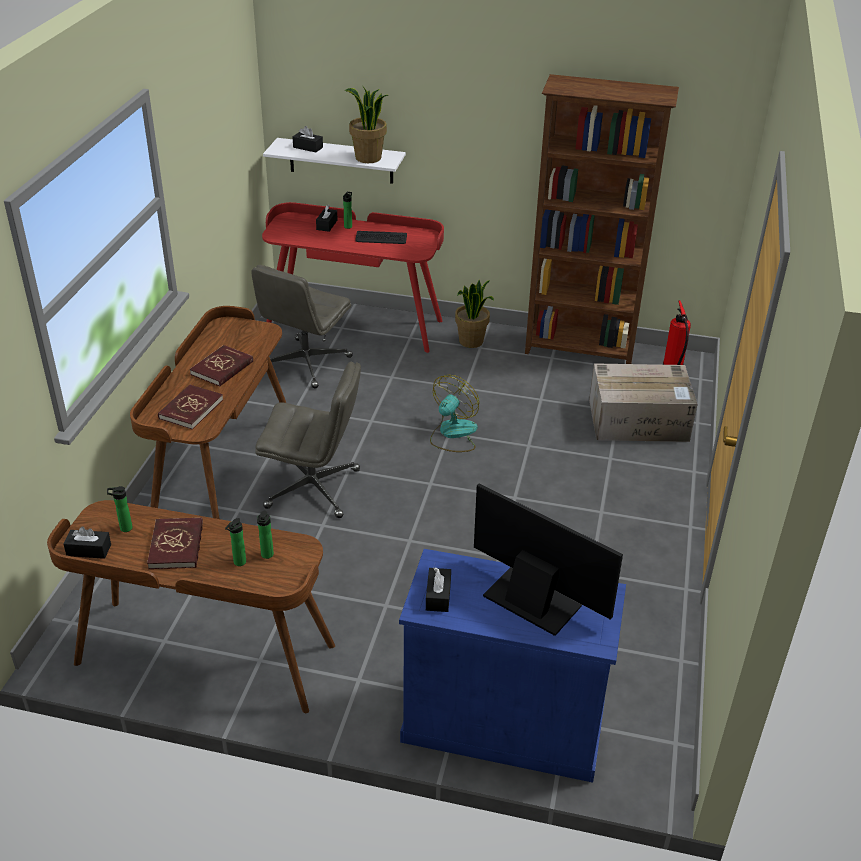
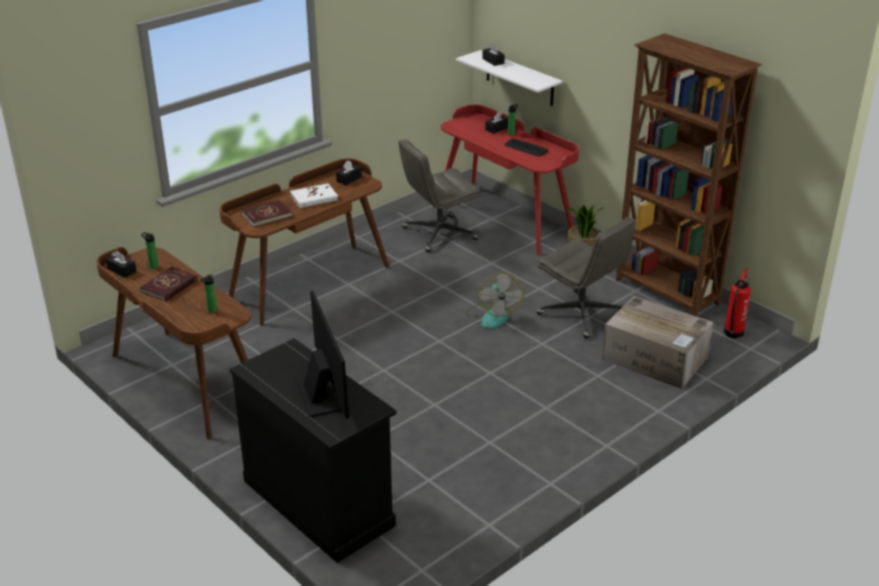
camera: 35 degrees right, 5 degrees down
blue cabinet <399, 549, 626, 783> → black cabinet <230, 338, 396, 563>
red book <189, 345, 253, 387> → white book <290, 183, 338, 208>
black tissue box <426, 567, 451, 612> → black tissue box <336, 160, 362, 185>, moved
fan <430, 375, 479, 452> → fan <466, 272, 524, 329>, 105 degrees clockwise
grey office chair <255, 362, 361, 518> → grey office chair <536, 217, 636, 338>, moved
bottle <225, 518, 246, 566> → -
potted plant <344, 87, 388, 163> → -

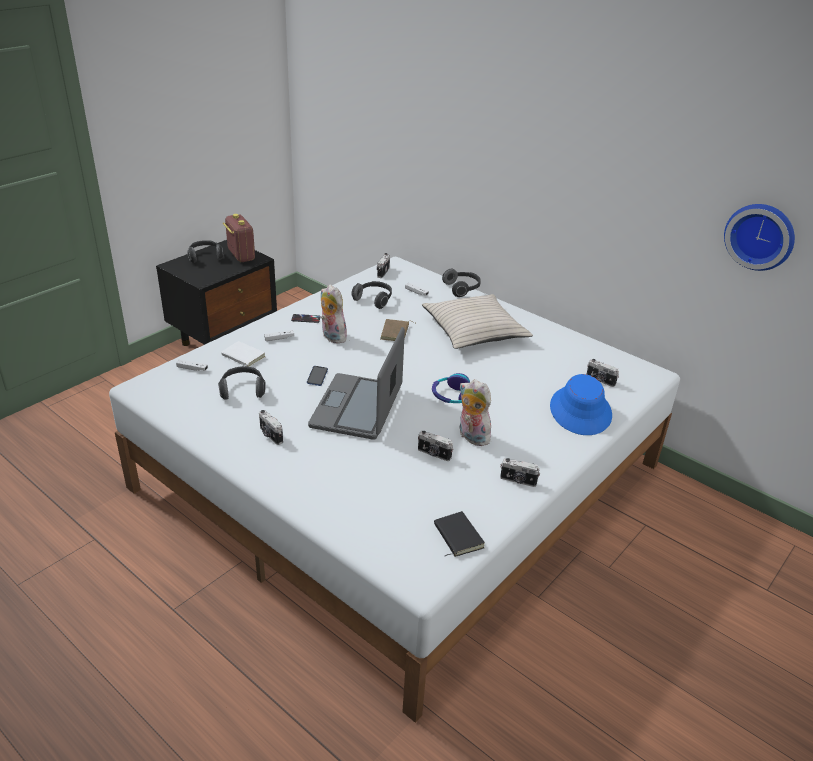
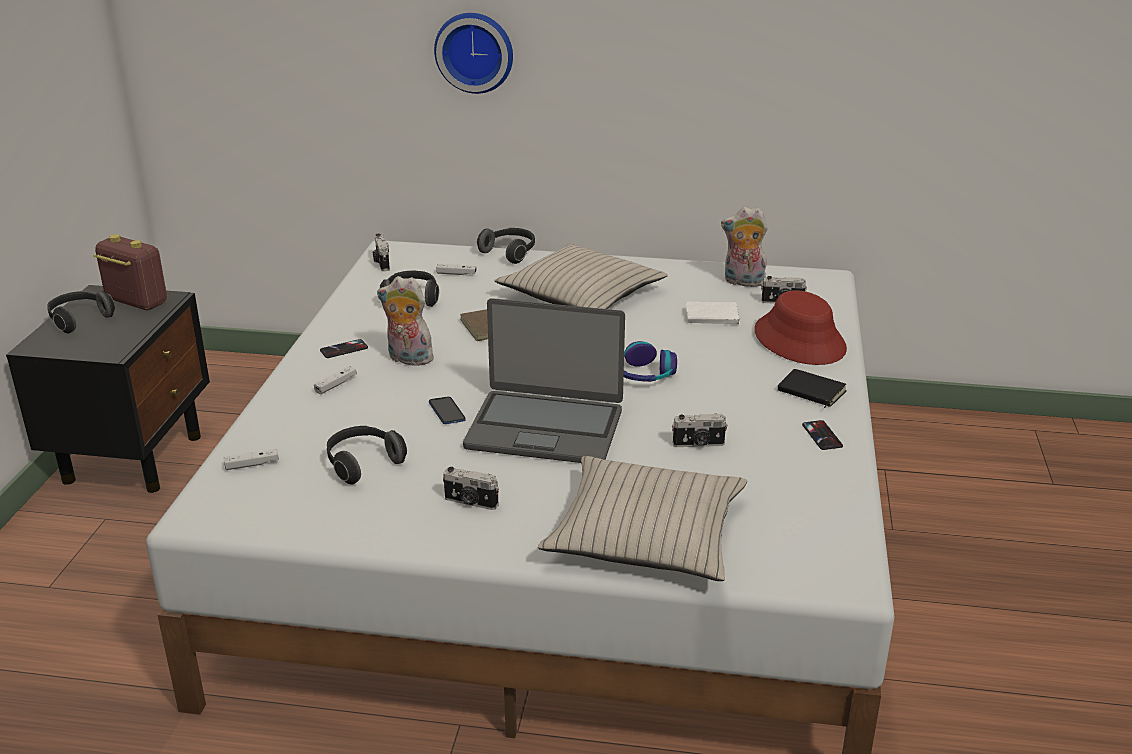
camera: 30 degrees left, 5 degrees down
wall clock <724, 204, 795, 271> → wall clock <434, 13, 513, 94>, moved
laptop <308, 327, 405, 440> → laptop <463, 298, 625, 463>, 60 degrees counterclockwise
- → beige pillow <538, 456, 747, 581>
white book <221, 341, 265, 367> → white book <686, 302, 742, 325>, moved
plush toy <459, 379, 494, 446> → plush toy <721, 207, 768, 287>, moved
blue hat <550, 374, 612, 435> → red hat <754, 290, 847, 365>
black book <434, 511, 485, 557> → black book <778, 369, 847, 408>, moved
photo camera <500, 458, 540, 487> → phone <802, 420, 843, 450>

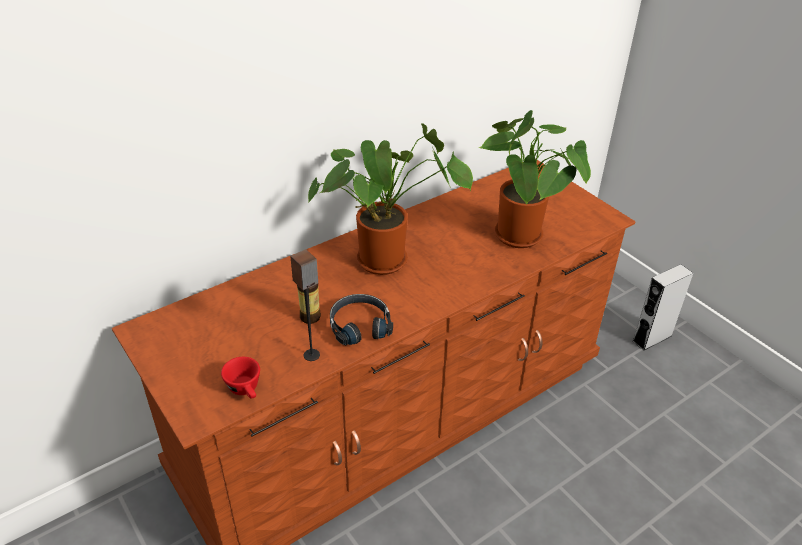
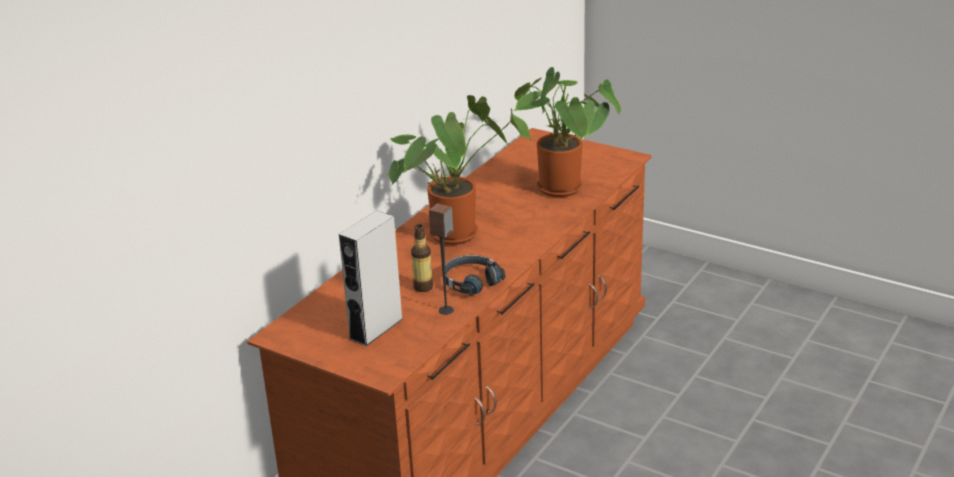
camera: 20 degrees left, 10 degrees down
grey speaker <633, 264, 693, 351> → grey speaker <339, 210, 403, 346>, moved
red cup <221, 357, 260, 399> → -

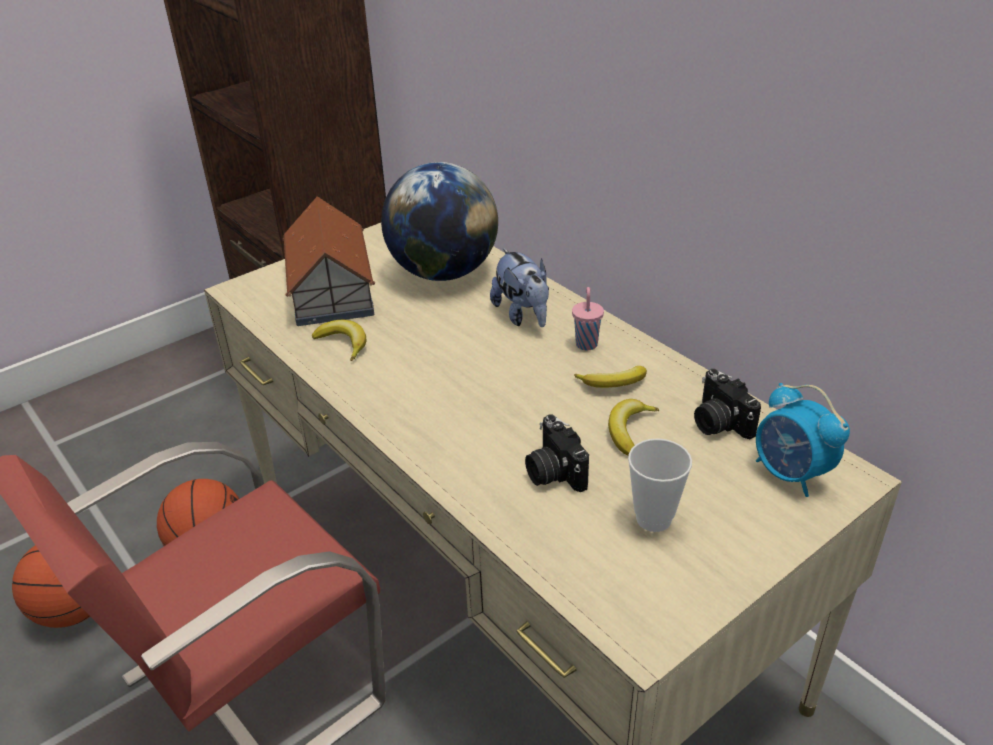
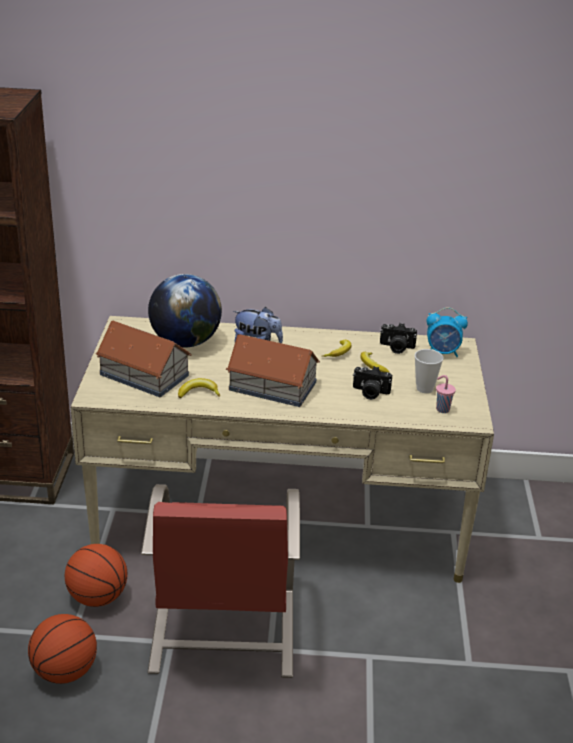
camera: 50 degrees left, 5 degrees down
- → toy house <226, 334, 320, 407>
pink cup <572, 287, 604, 351> → pink cup <436, 375, 456, 413>, moved

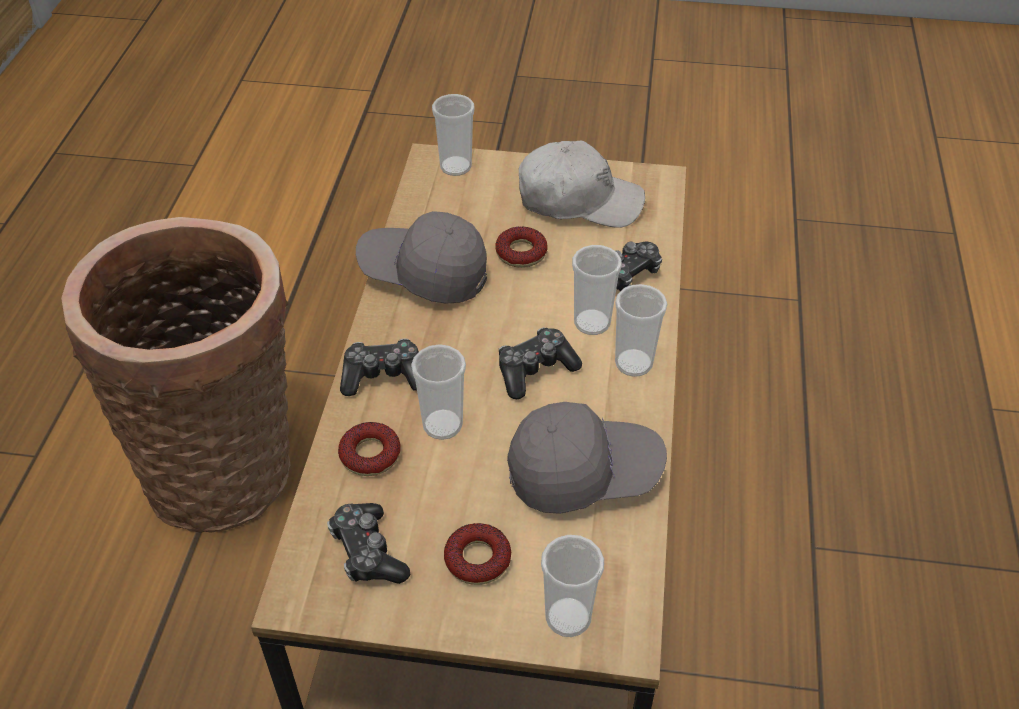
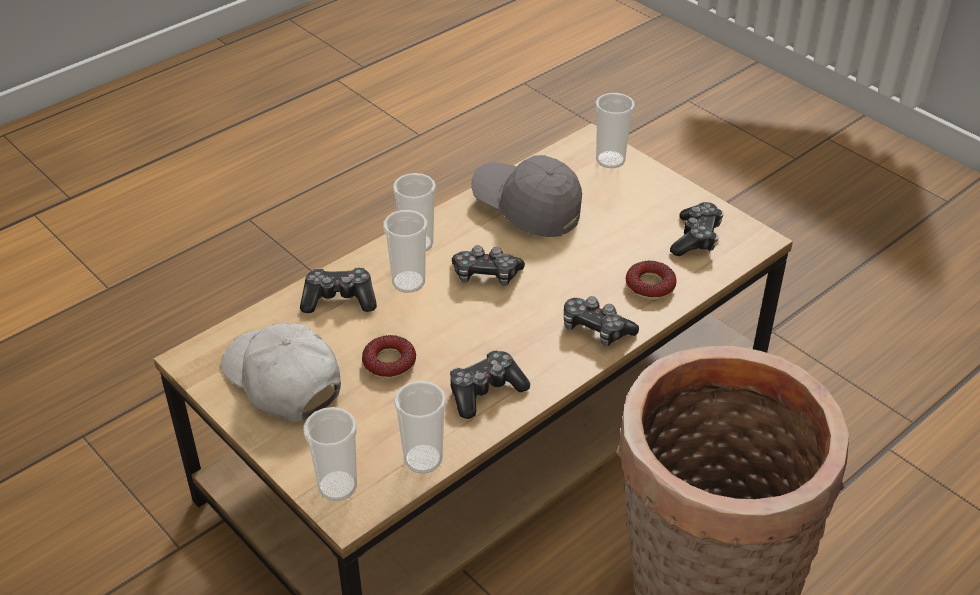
camera: 140 degrees left, 5 degrees down
cup <411, 344, 466, 440> → cup <394, 381, 446, 473>, moved
grey cap <356, 211, 487, 304> → game controller <450, 350, 530, 419>
donut <444, 523, 511, 585> → -

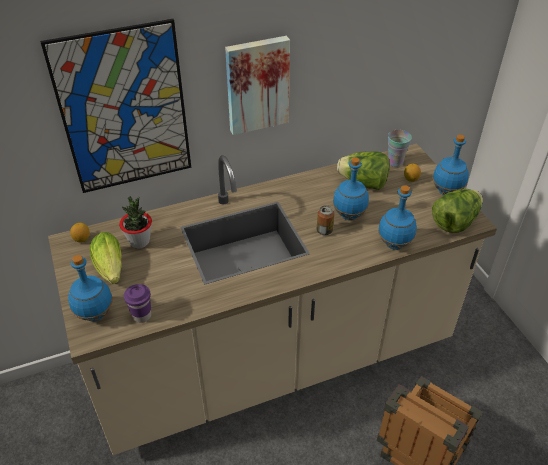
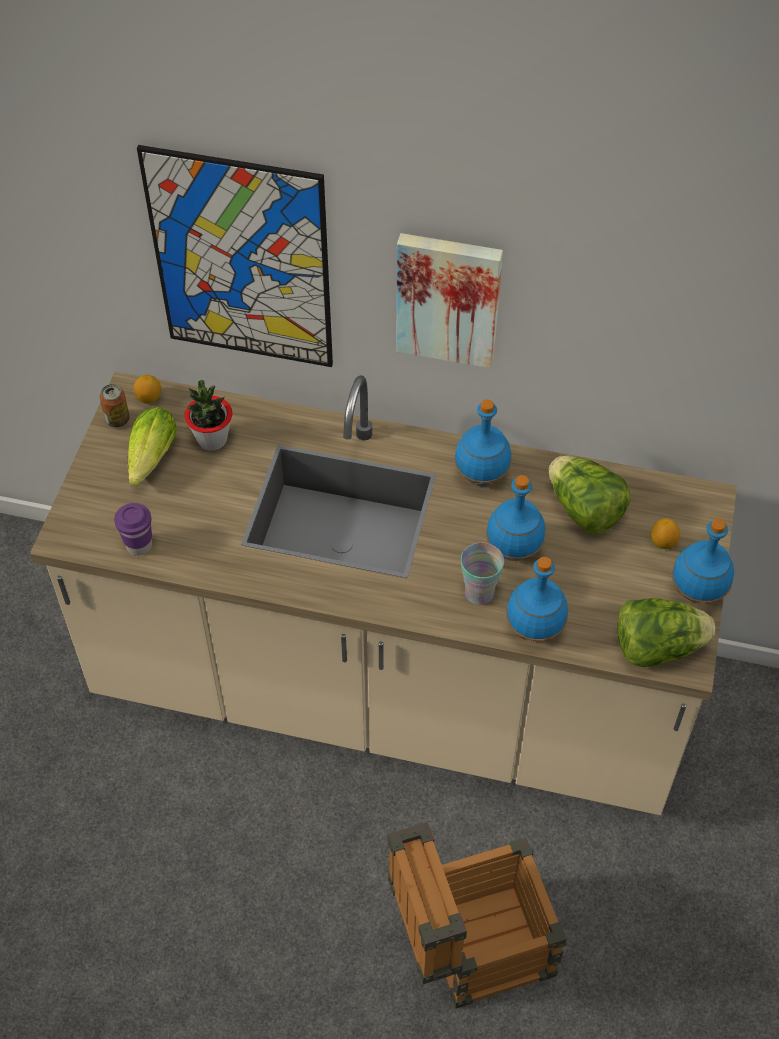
camera: 35 degrees right, 10 degrees up
can <317, 205, 335, 235> → can <100, 384, 130, 428>, moved
blue bottle <68, 255, 113, 321> → blue bottle <454, 399, 511, 486>, moved
cup <388, 130, 412, 167> → cup <461, 543, 504, 605>, moved

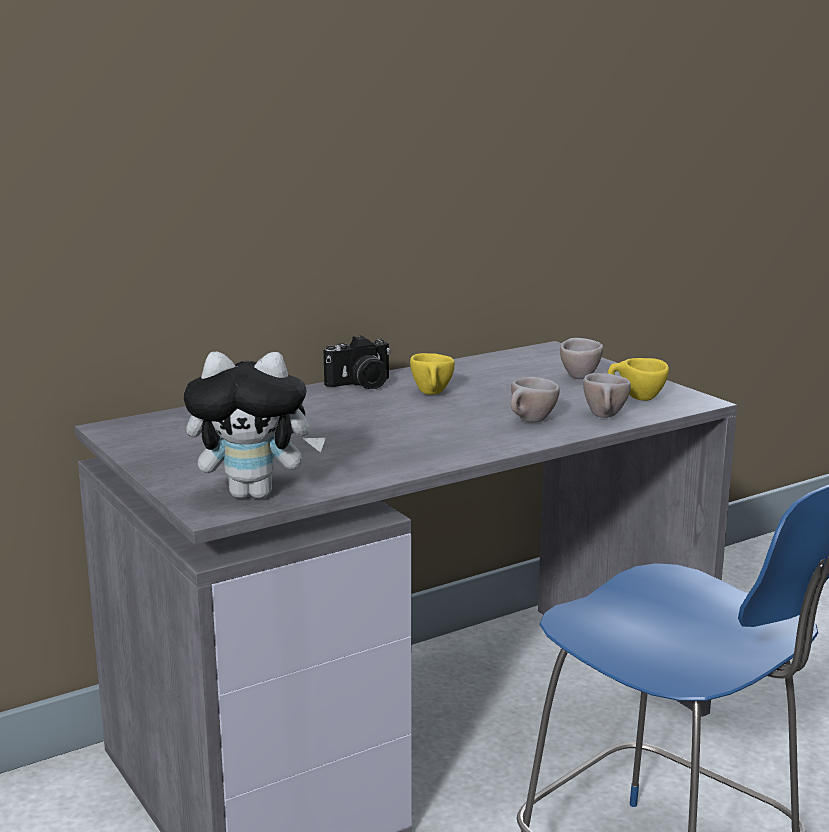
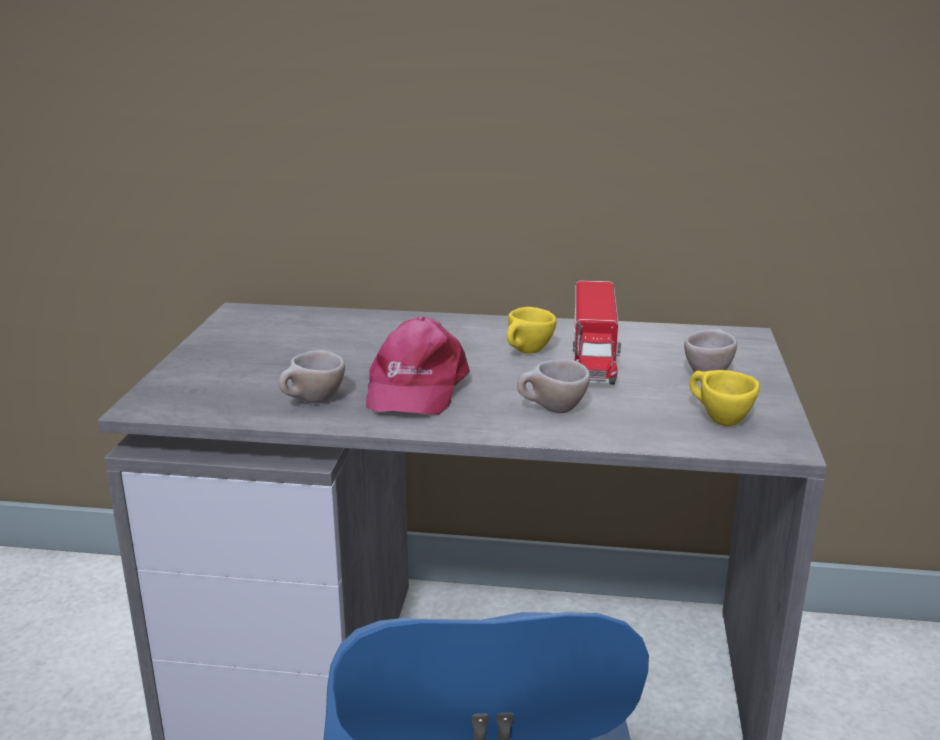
camera: 40 degrees right, 5 degrees up
beige cup <583, 373, 631, 418> → beige cup <279, 350, 345, 403>, moved
- → pink cap <366, 316, 470, 415>
- → toy truck <573, 280, 621, 385>
plush toy <184, 352, 326, 499> → -
photo camera <324, 335, 391, 389> → -

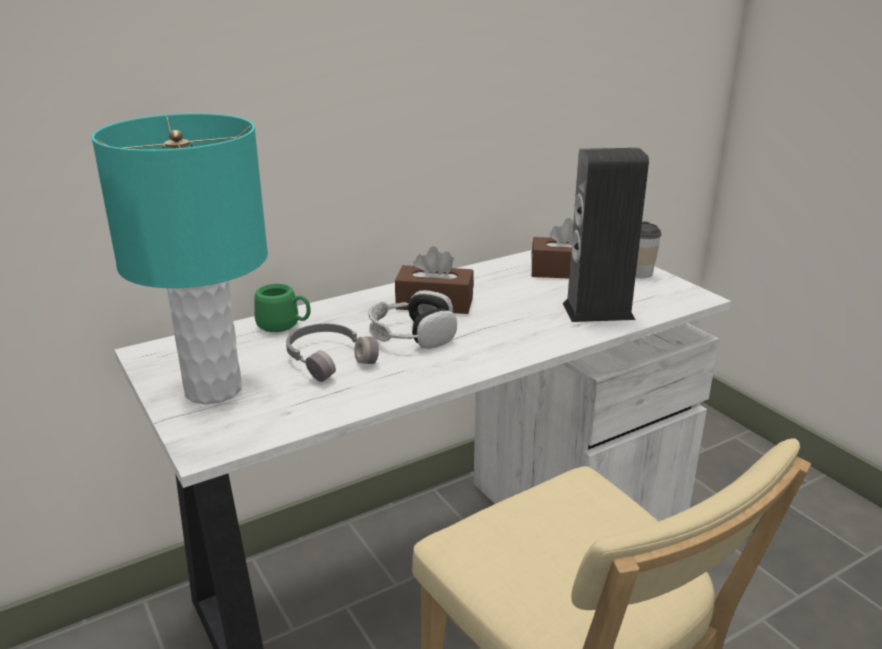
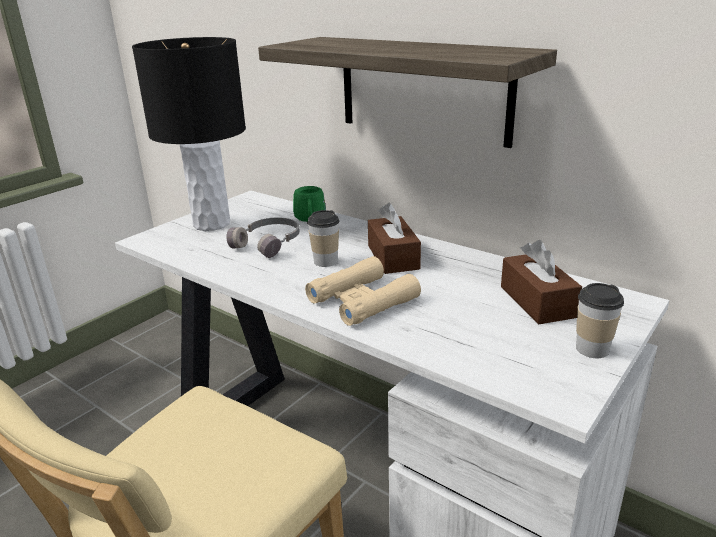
camera: 70 degrees right, 0 degrees up
turquoise table lamp <91, 113, 268, 405> → black table lamp <132, 37, 246, 231>
- → shelf <258, 37, 557, 148>
- → beige binoculars <305, 256, 421, 326>
headphones <368, 290, 457, 349> → cup <307, 210, 339, 267>
speaker <563, 148, 649, 322> → -

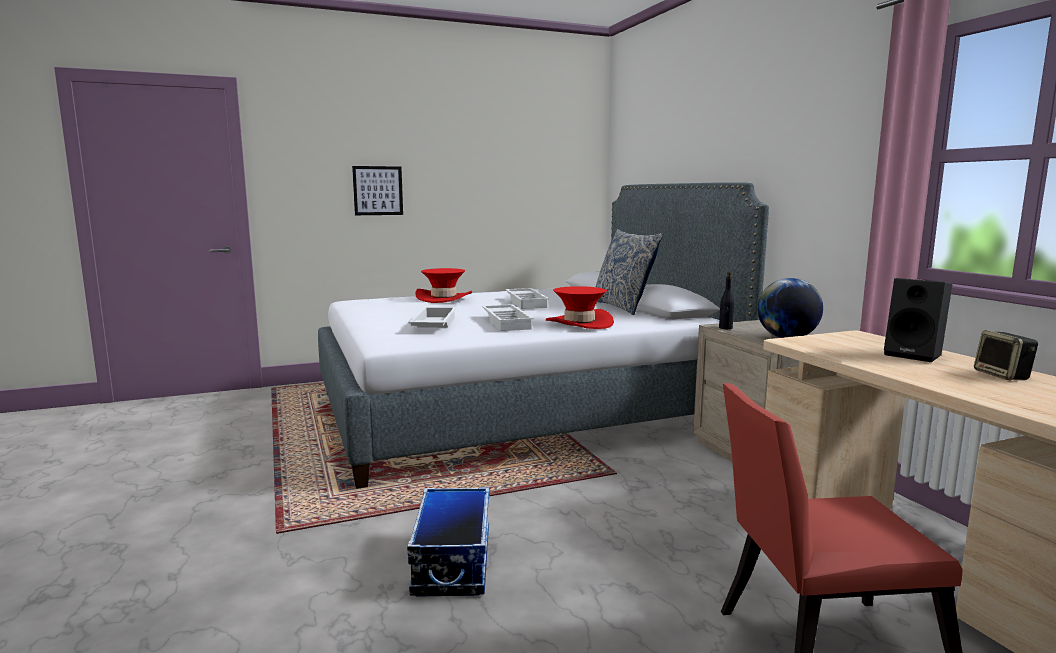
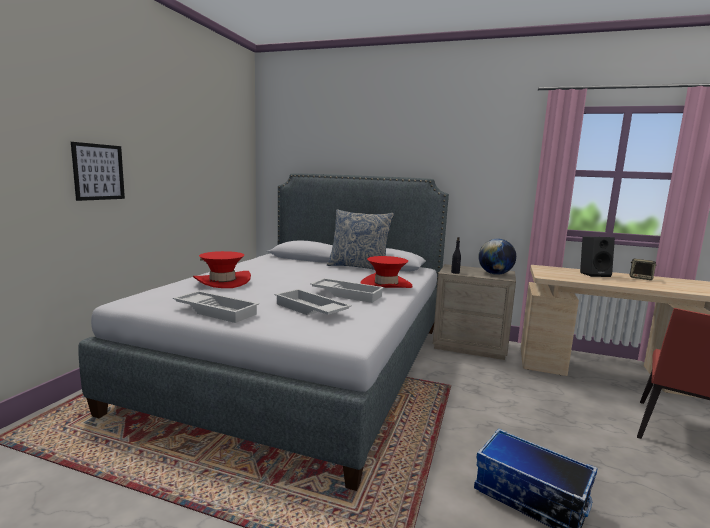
camera: 50 degrees left, 0 degrees up
white tray <505, 288, 549, 309> → white tray <173, 291, 259, 323>, moved

